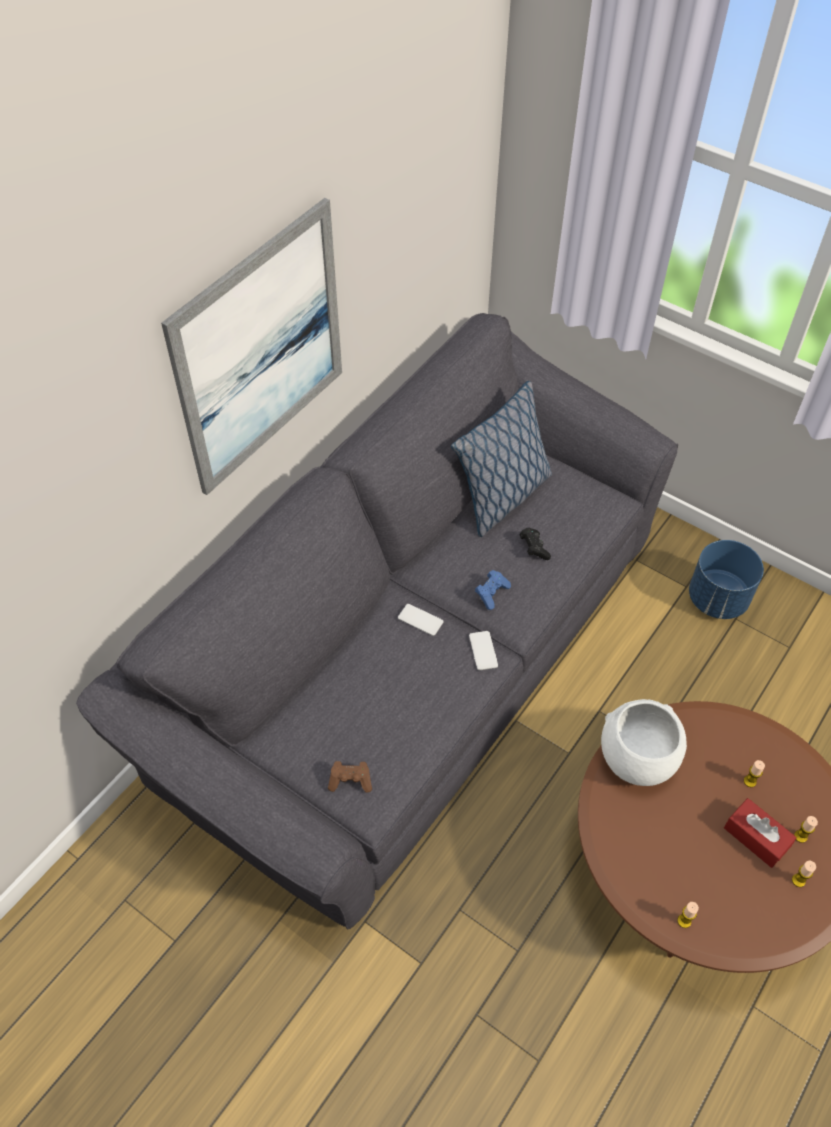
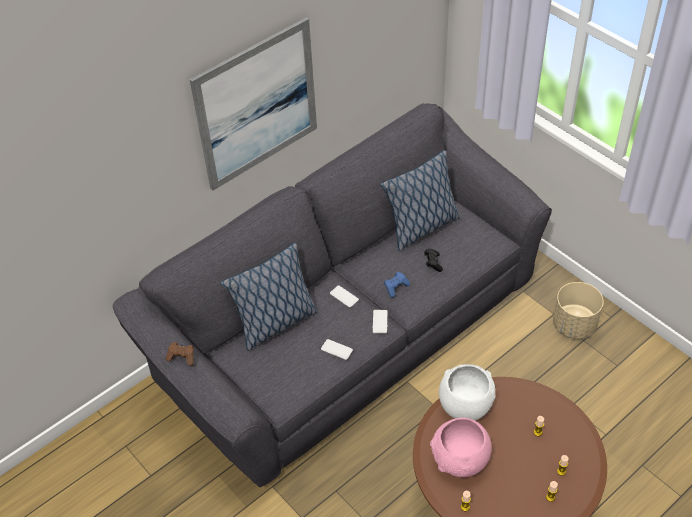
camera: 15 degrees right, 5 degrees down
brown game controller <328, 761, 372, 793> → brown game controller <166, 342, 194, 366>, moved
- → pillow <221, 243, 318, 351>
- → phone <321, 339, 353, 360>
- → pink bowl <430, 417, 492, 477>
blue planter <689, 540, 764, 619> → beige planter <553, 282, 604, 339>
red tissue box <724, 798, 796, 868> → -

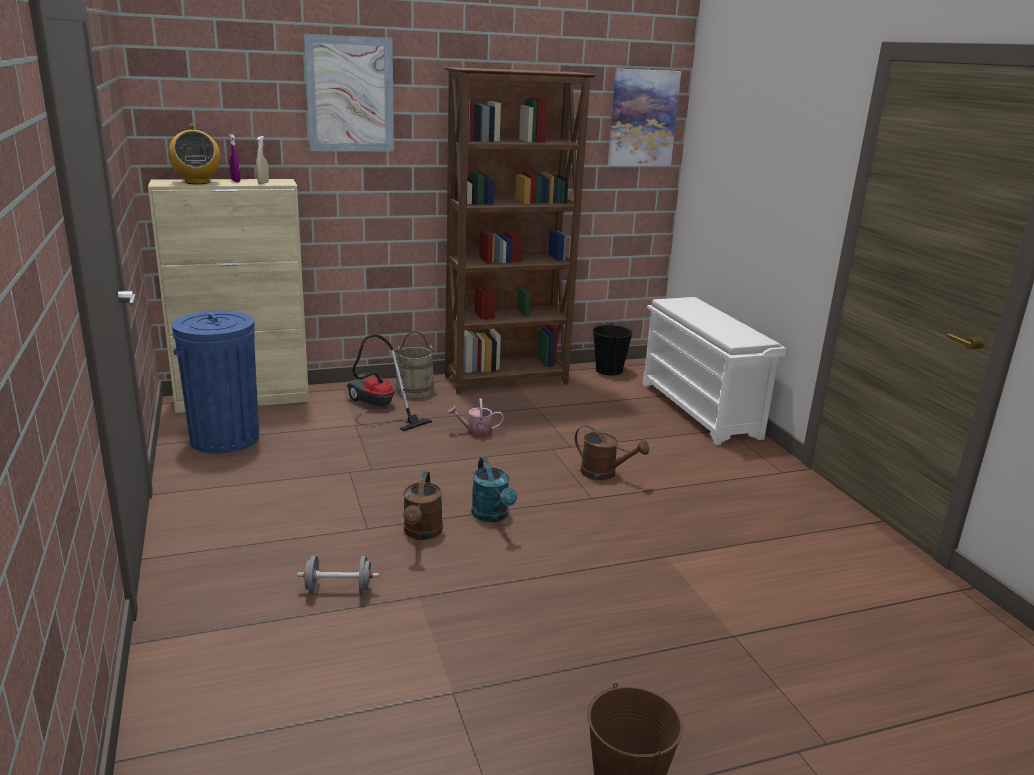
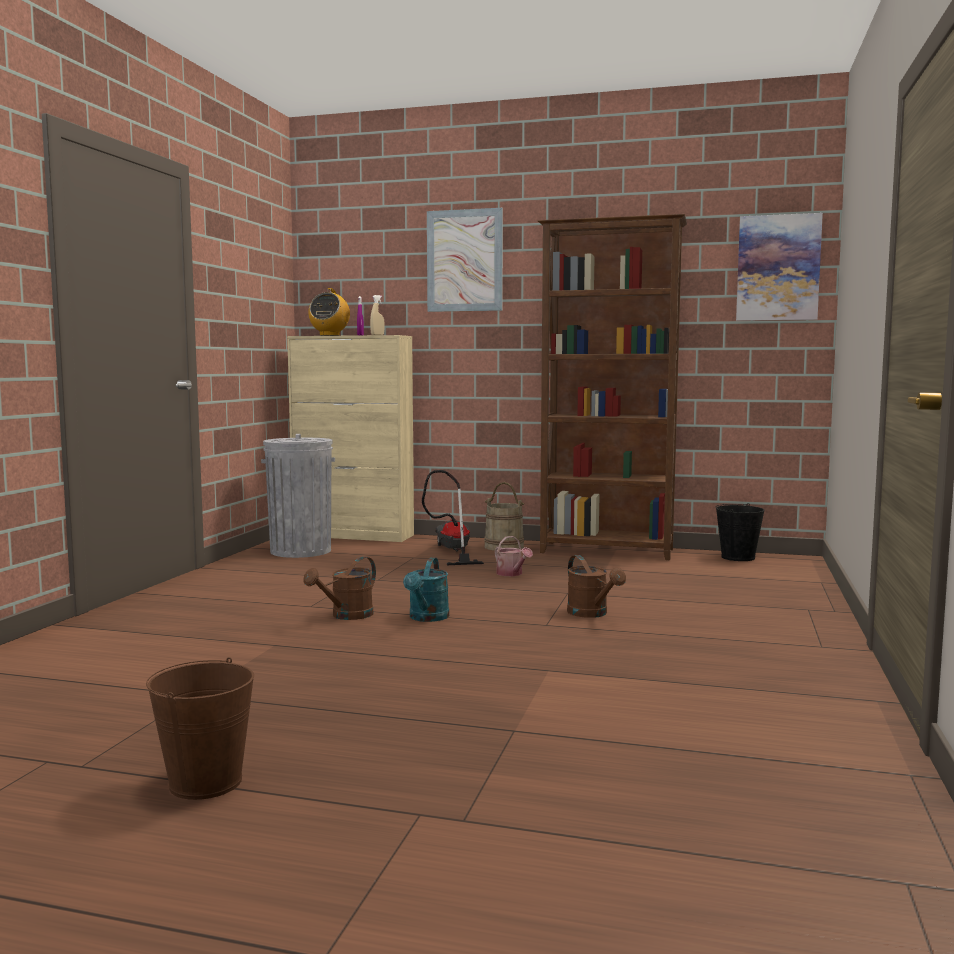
camera: 35 degrees right, 15 degrees down
blue trash can <172, 311, 259, 454> → grey trash can <261, 434, 335, 558>
watering can <447, 398, 504, 438> → watering can <495, 536, 533, 576>, 150 degrees counterclockwise
grey dumbbell <297, 555, 379, 595> → -
white shoe rack <642, 297, 786, 445> → -

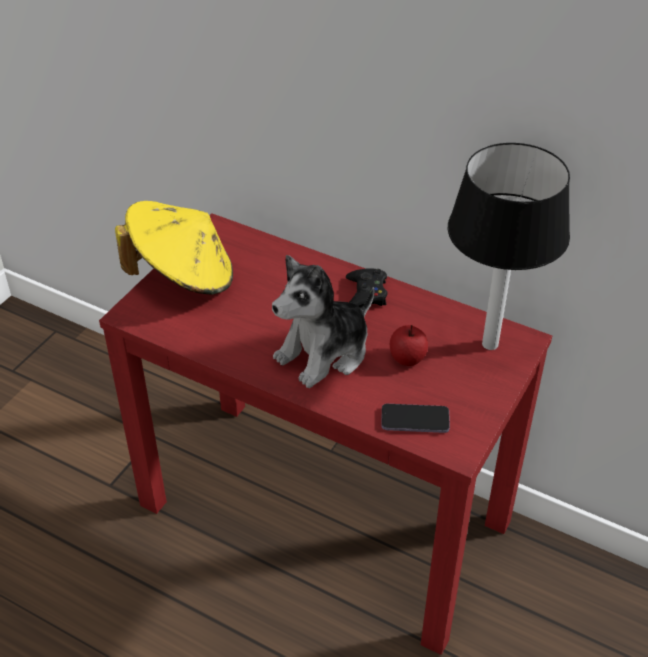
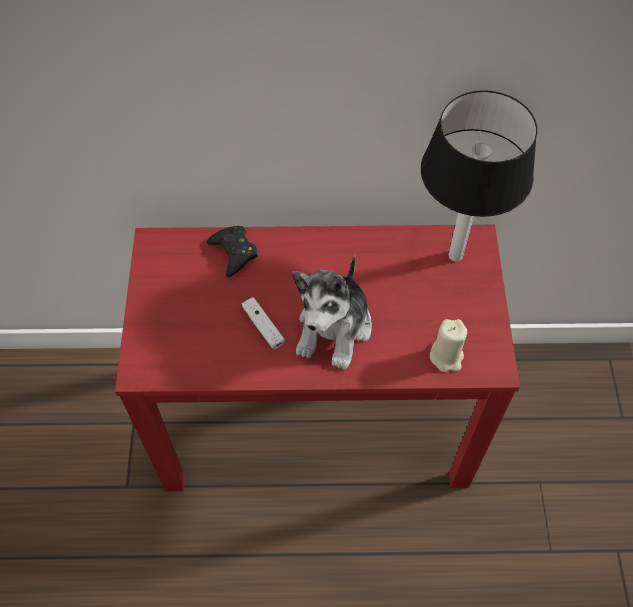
camera: 30 degrees left, 15 degrees up
black game controller <346, 268, 387, 308> → black game controller <207, 226, 258, 277>, moved
- → white game controller <242, 297, 285, 350>
phone <381, 404, 450, 433> → beige candle <430, 319, 467, 372>
yellow hat <115, 201, 233, 295> → -
apple <390, 325, 428, 366> → -

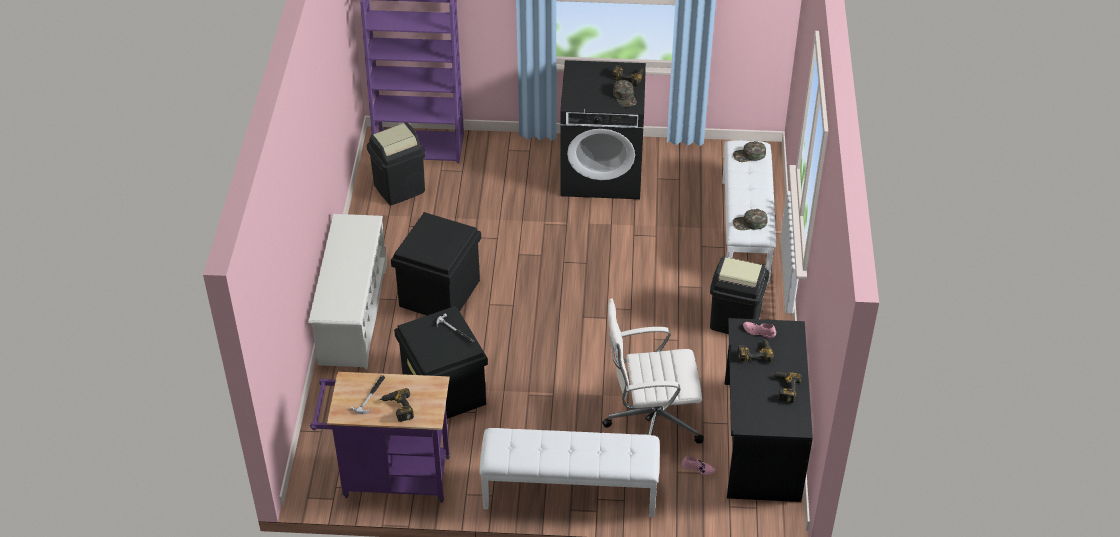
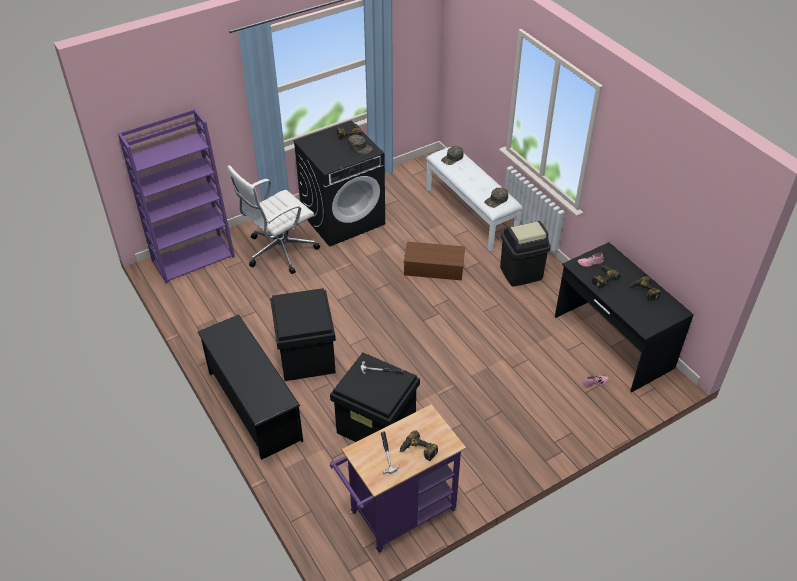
camera: 35 degrees left, 0 degrees up
white shoe rack <308, 214, 387, 369> → black shoe rack <198, 314, 303, 460>
white office chair <602, 298, 704, 444> → white office chair <228, 165, 320, 274>, moved
- → brown storage box <404, 242, 465, 280>
black trash can <367, 122, 425, 205> → -
white bench <479, 428, 660, 517> → -

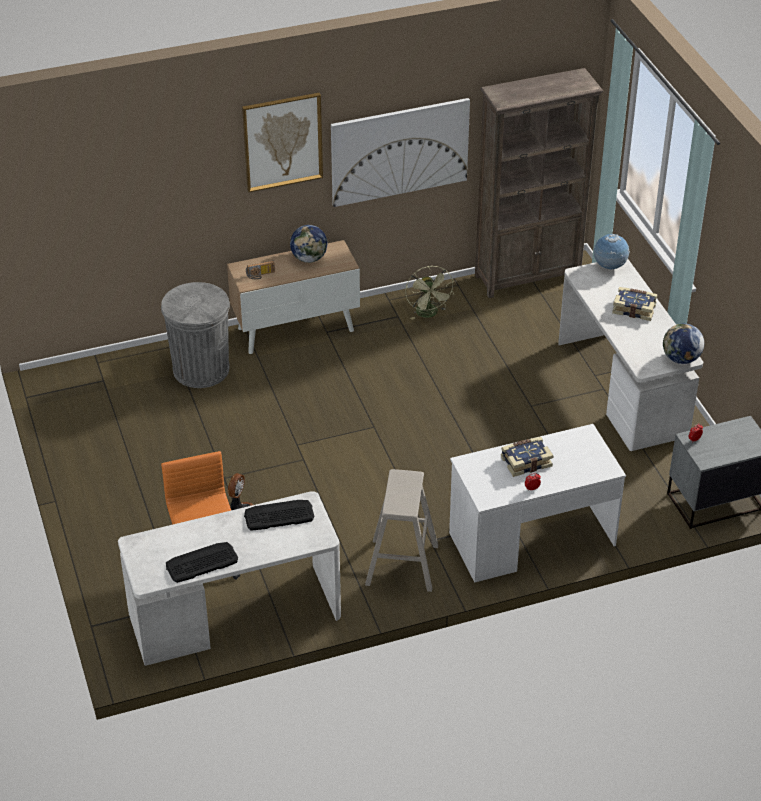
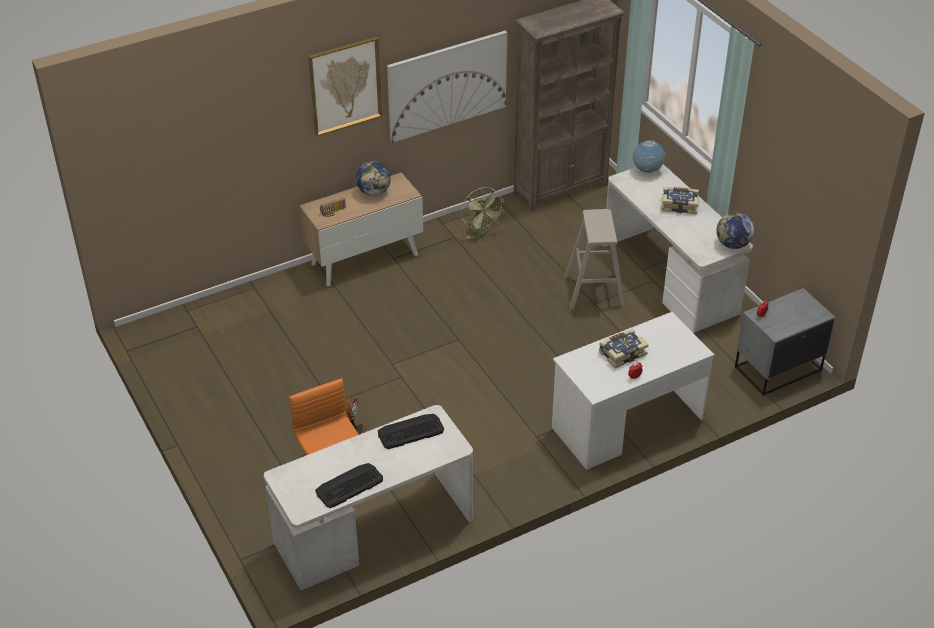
camera: 10 degrees left, 0 degrees up
beige stool <365, 469, 438, 592> → beige stool <565, 209, 625, 309>, moved
grey trash can <161, 282, 230, 388> → -

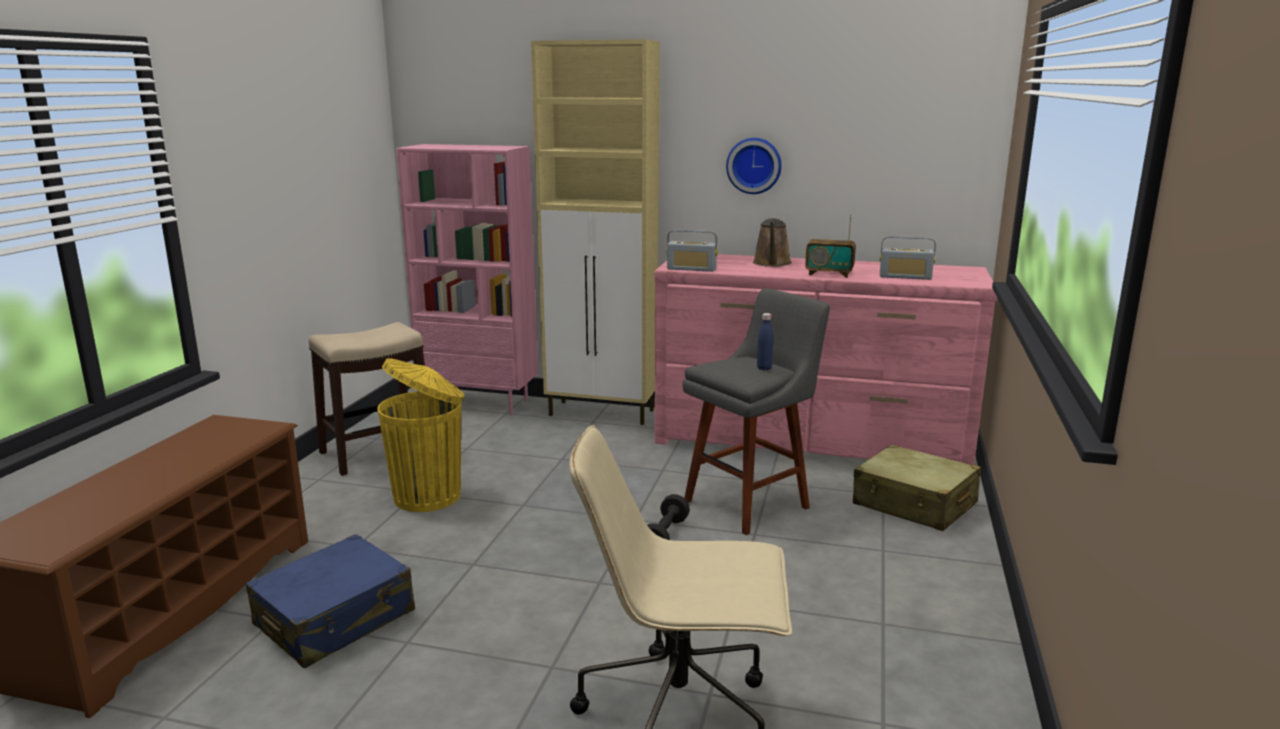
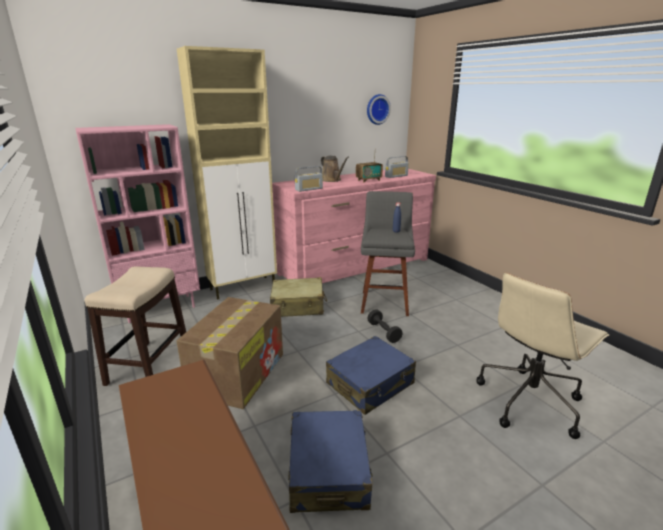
camera: 45 degrees left, 5 degrees up
yellow trash can <377, 358, 465, 512> → cardboard box <177, 297, 283, 409>
beige suitcase <853, 444, 981, 531> → beige suitcase <270, 277, 327, 317>, moved
- → blue suitcase <326, 336, 416, 415>
wall clock <726, 138, 782, 194> → wall clock <367, 94, 391, 125>, moved

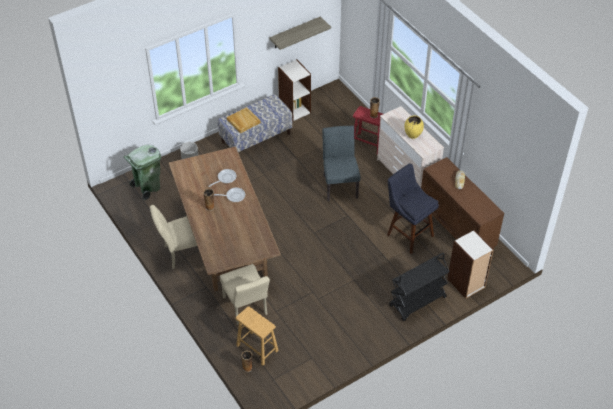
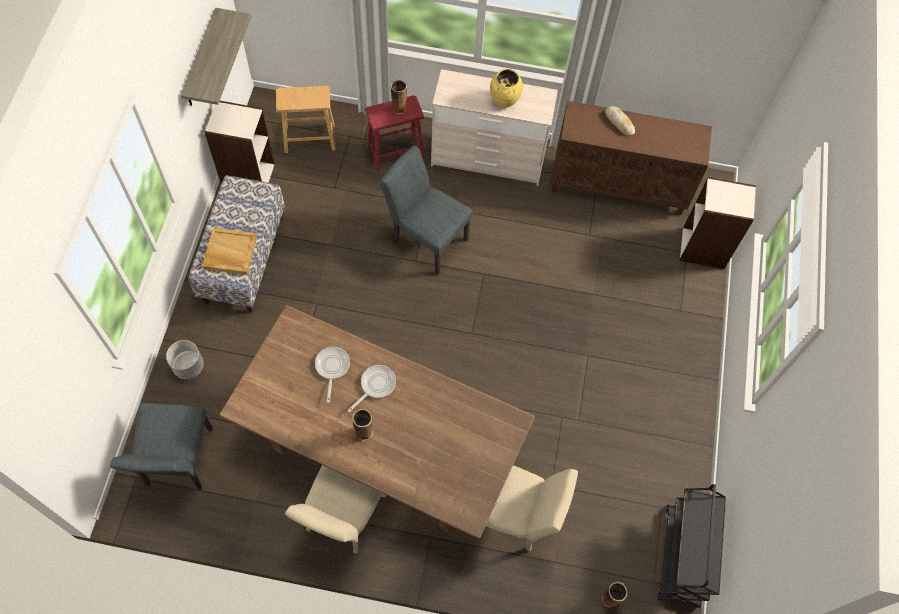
camera: 50 degrees left, 15 degrees up
green trash can <123, 145, 161, 200> → grey chair <110, 403, 213, 490>
brown stool <235, 306, 279, 366> → brown stool <276, 86, 335, 153>, moved
black cart <389, 253, 450, 321> → black cart <658, 484, 726, 609>, moved
blue stool <387, 163, 439, 254> → -

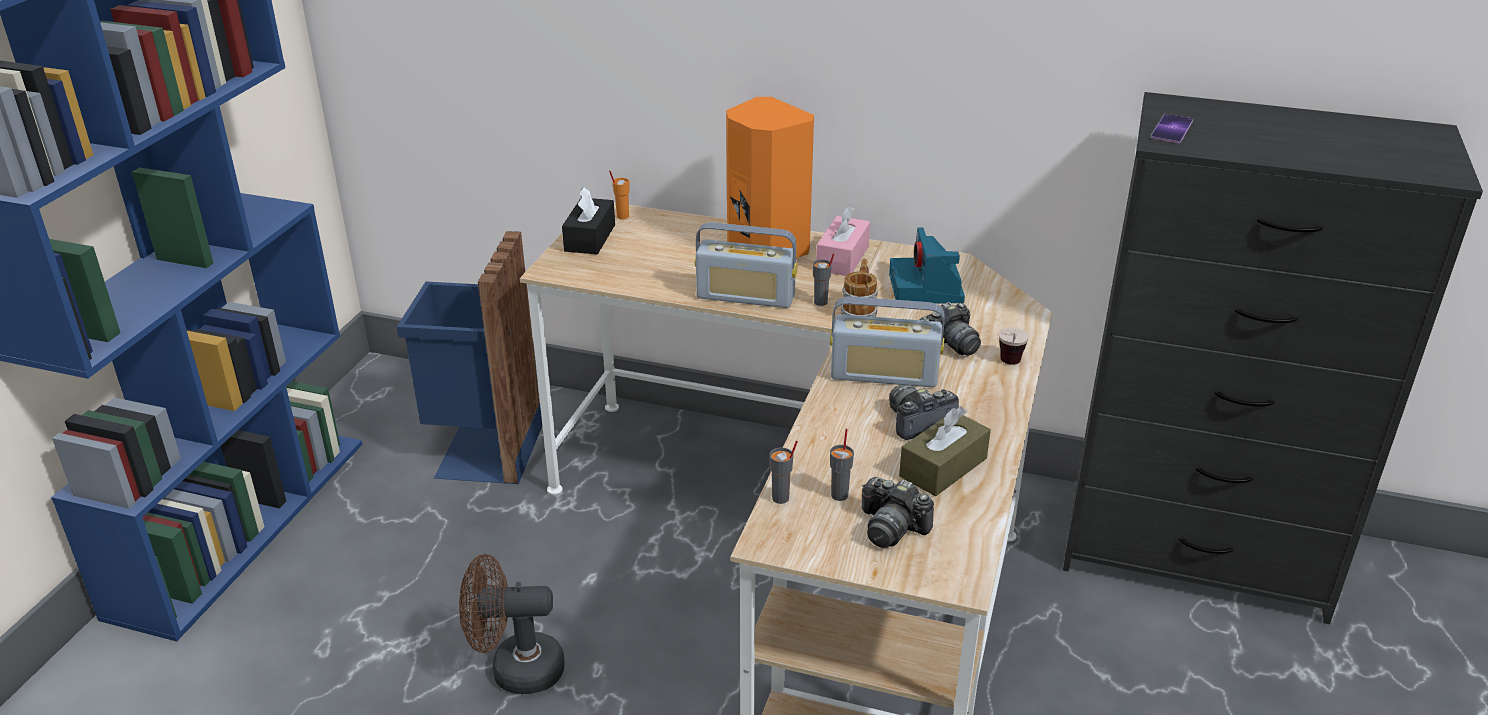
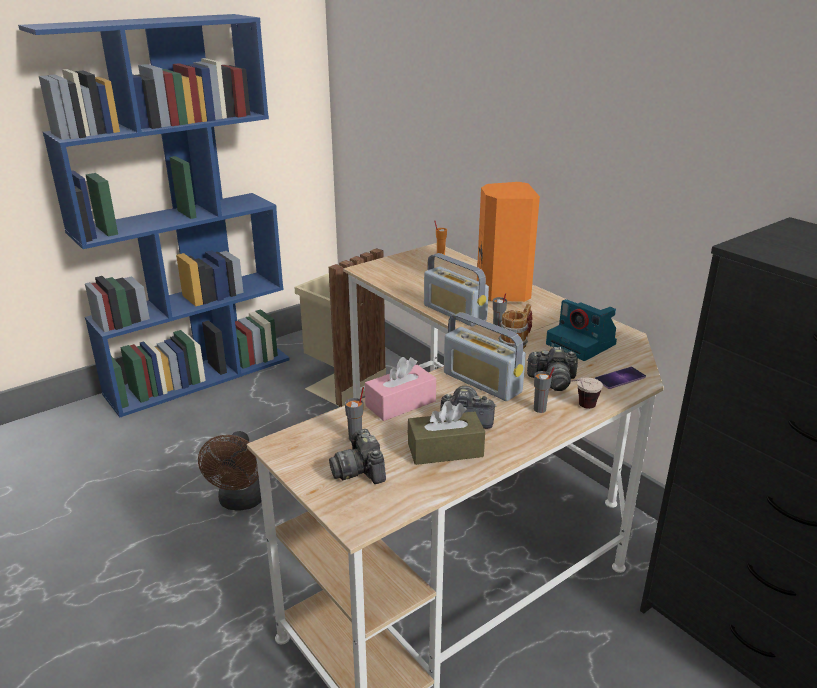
camera: 35 degrees right, 5 degrees down
brown fan <459, 554, 565, 694> → brown fan <198, 431, 262, 511>, 120 degrees counterclockwise
blue trash can <397, 231, 542, 484> → beige trash can <294, 248, 386, 407>
pink tissue box <816, 206, 870, 276> → pink tissue box <365, 357, 436, 421>, moved
grey cup <769, 441, 798, 504> → grey cup <534, 367, 554, 413>, moved
photo camera <889, 228, 965, 304> → photo camera <546, 299, 617, 361>, 75 degrees counterclockwise
phone <1150, 114, 1193, 143> → phone <595, 367, 646, 389>, moved
black tissue box <562, 187, 615, 254> → -

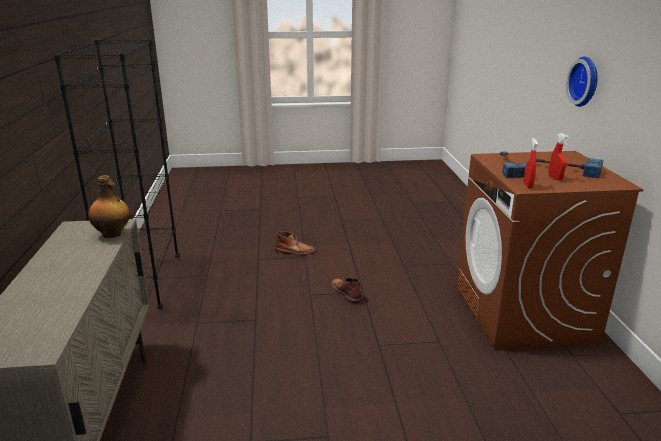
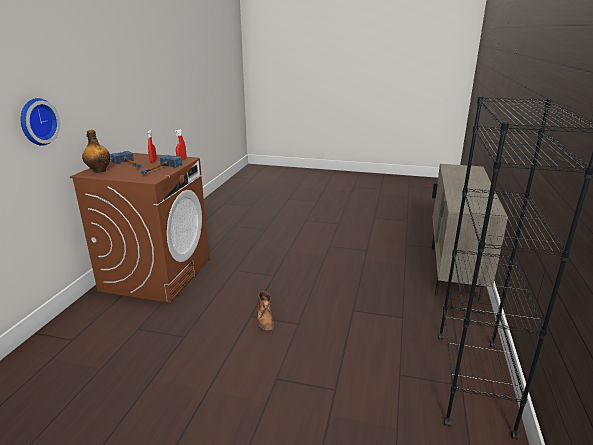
camera: 160 degrees left, 0 degrees up
bottle <88, 175, 130, 238> → bottle <82, 130, 111, 173>, moved
brown boot <275, 231, 315, 255> → -

